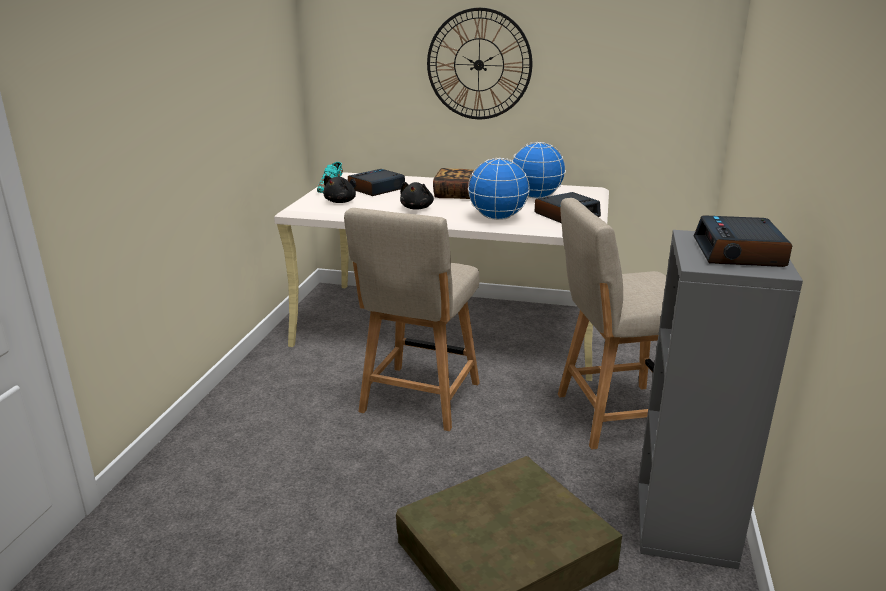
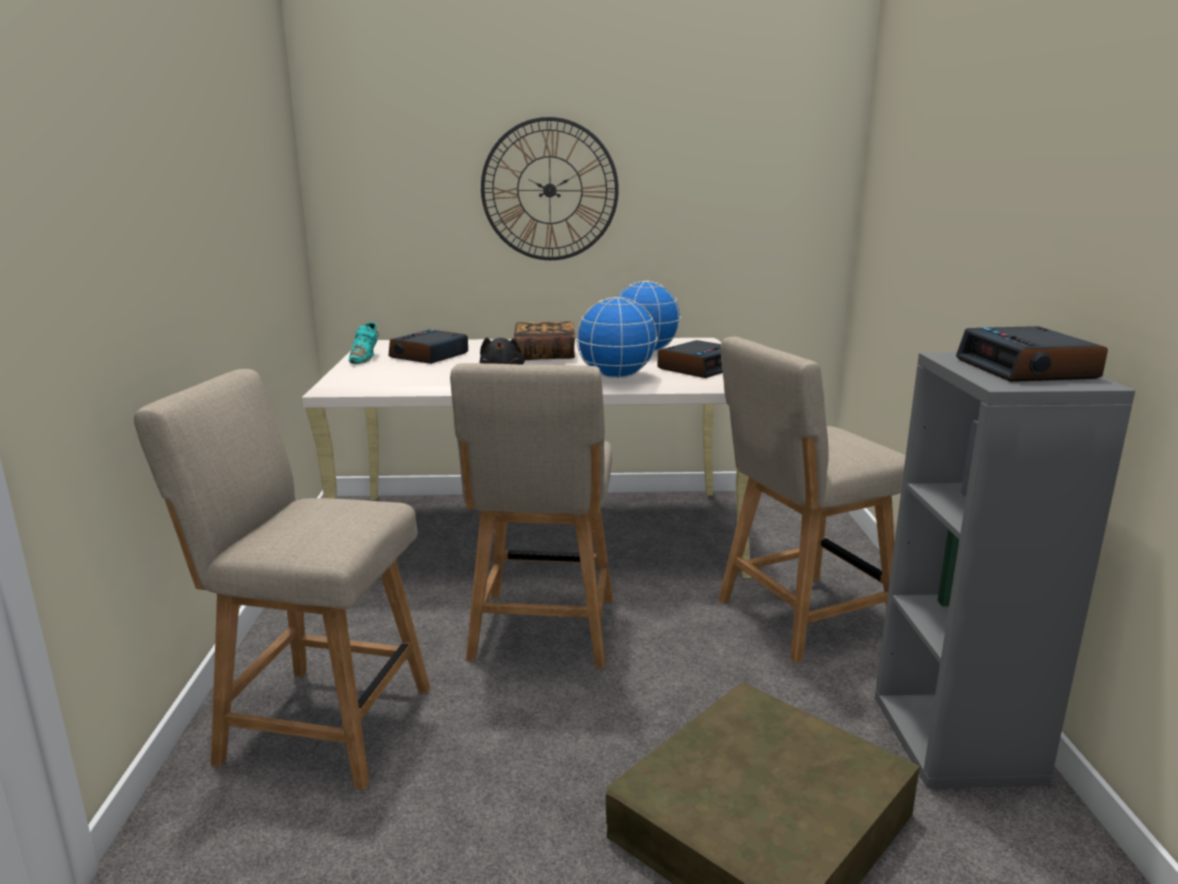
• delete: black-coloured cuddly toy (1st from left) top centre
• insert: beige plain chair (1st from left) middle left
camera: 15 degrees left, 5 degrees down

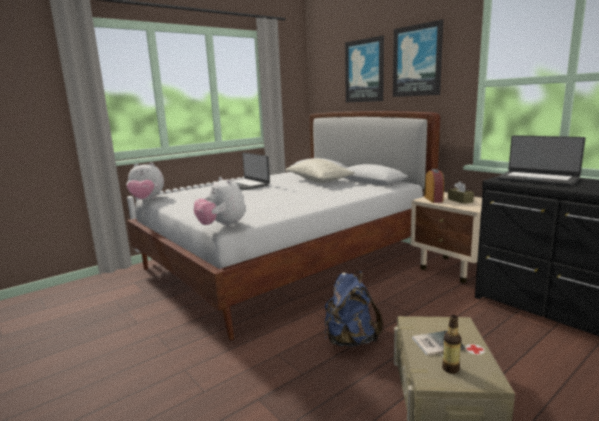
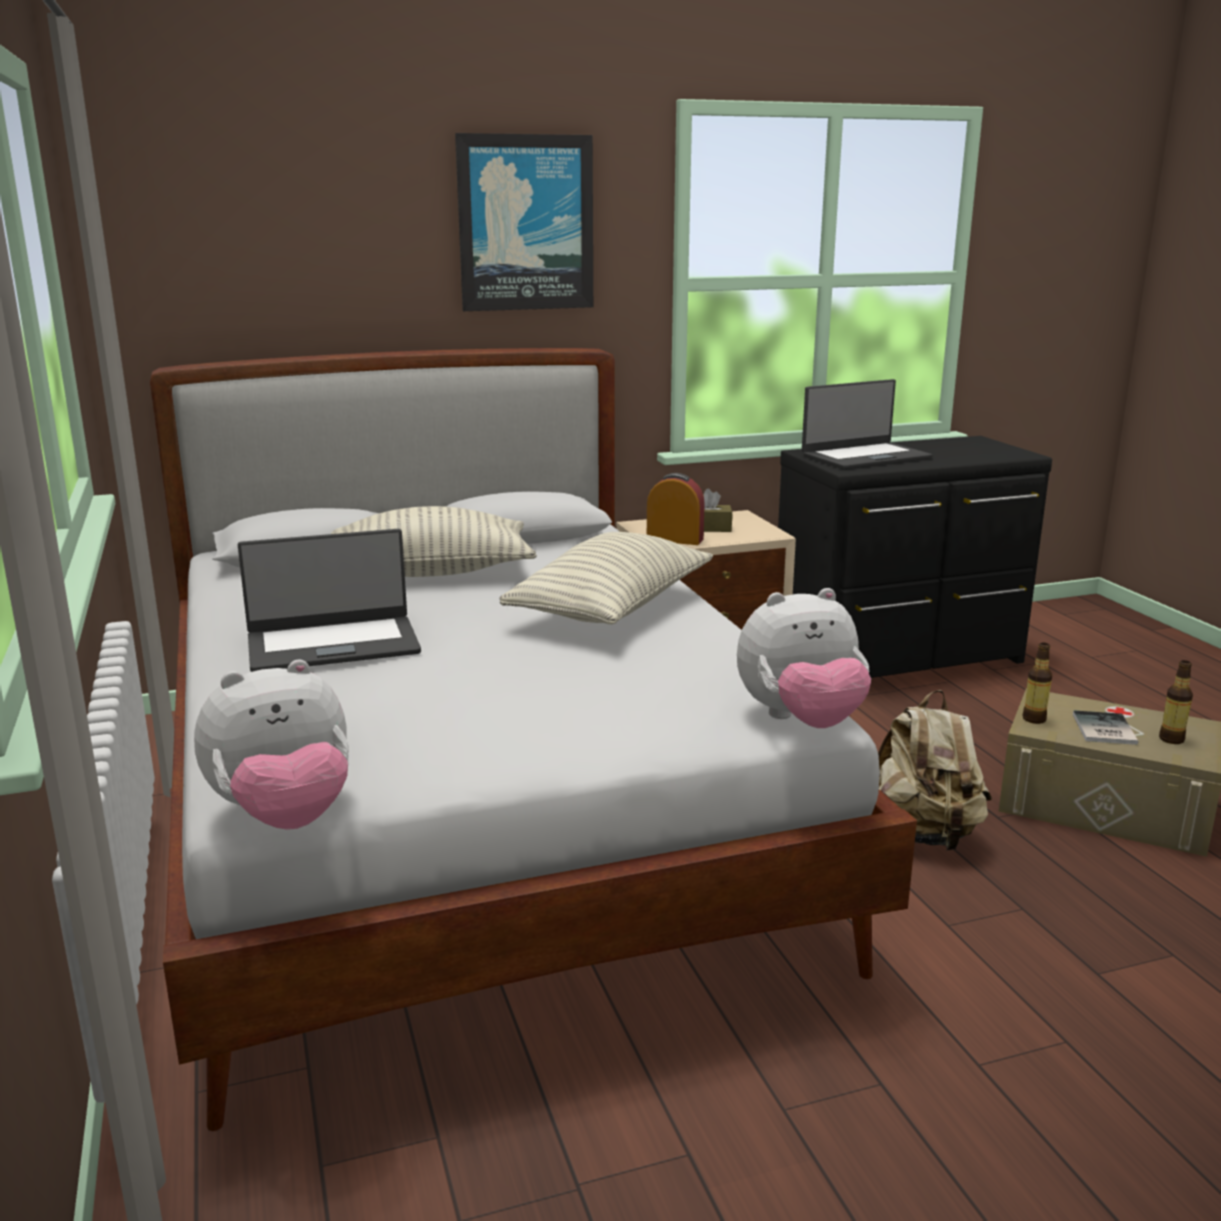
• delete: picture (1st from left) top centre
• insert: cushion (2nd from left) centre
• insert: beverage bottle (1st from left) middle right
• recolor: blue backpack bottom centre to beige backpack middle right
• rotate: cuddly toy (1st from left) middle left = middle left 45 degrees clockwise
camera: 70 degrees left, 5 degrees up

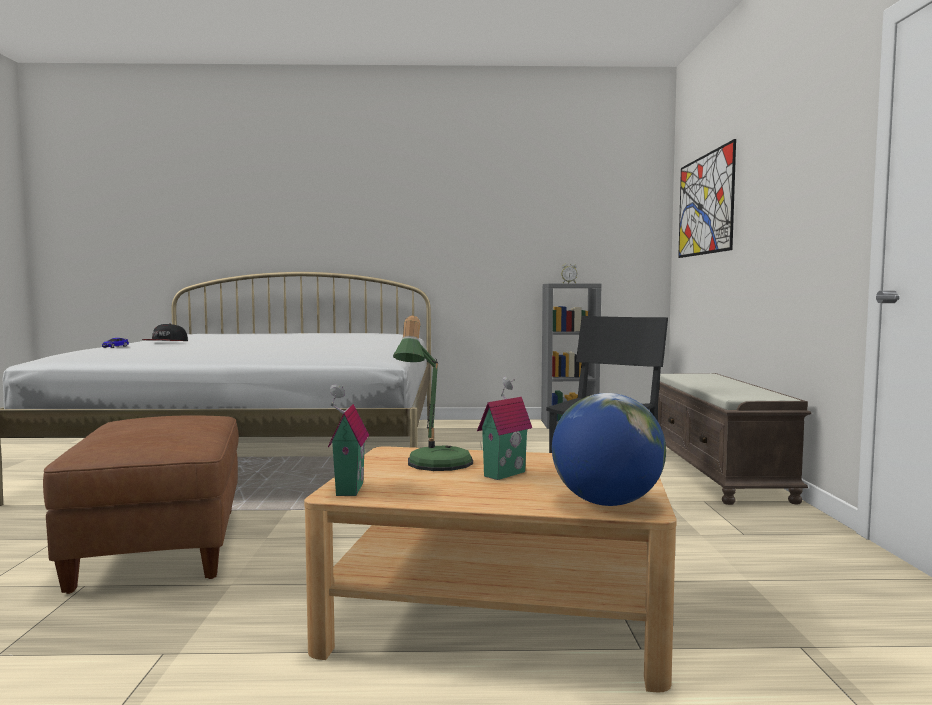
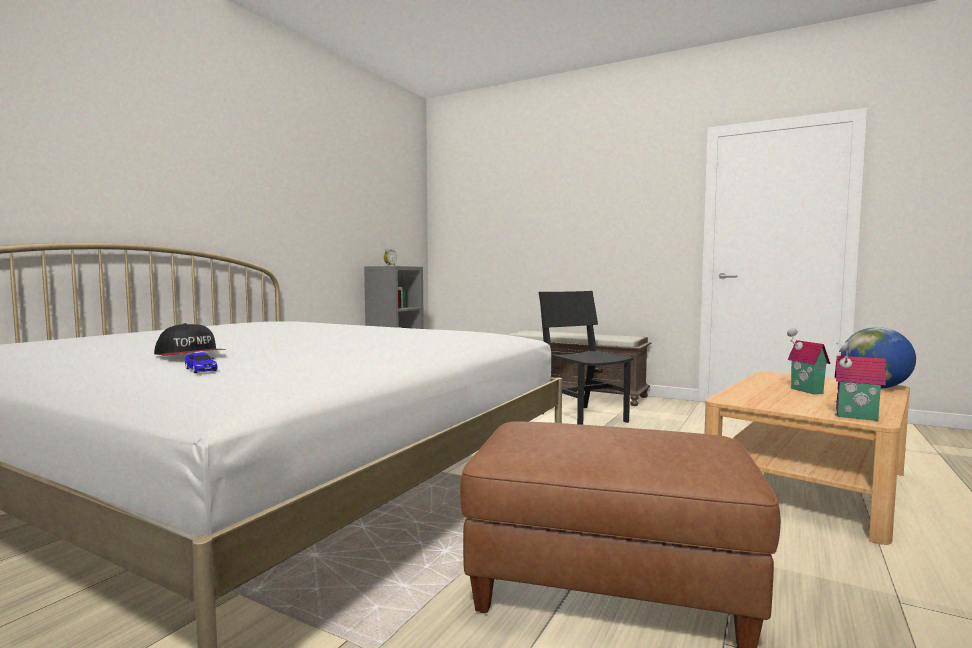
• delete: lamp for a table centre
• delete: picture top right
camera: 60 degrees left, 0 degrees up

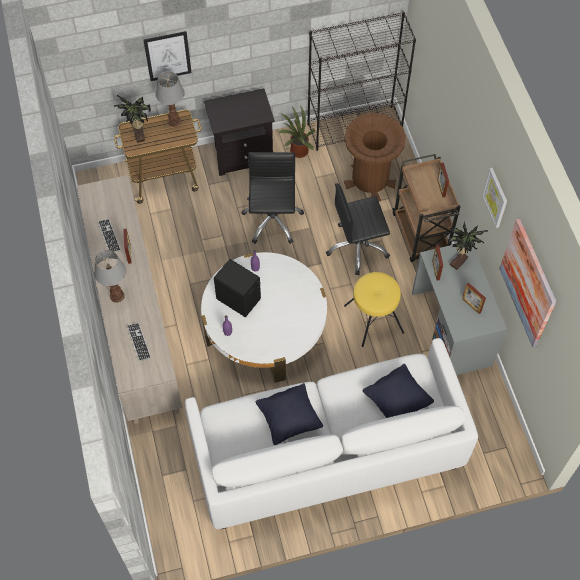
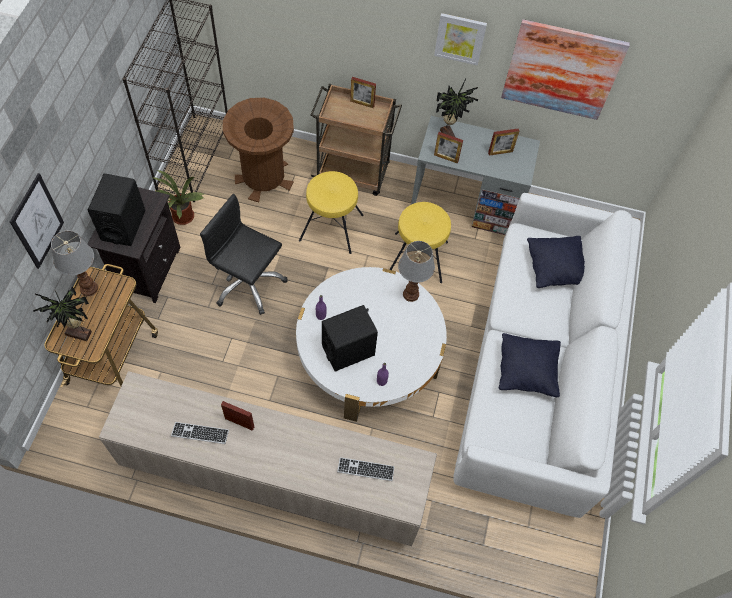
• insert: black-coloured speaker (1st from left) middle left
• move: lamp for a table (1st from left in the first image) middle left to lamp for a table (2nd from left) centre
• replace: black-coloured desk chair (2nd from left) centre to yellow-coloured stool (1st from left) centre
camera: 65 degrees left, 0 degrees up

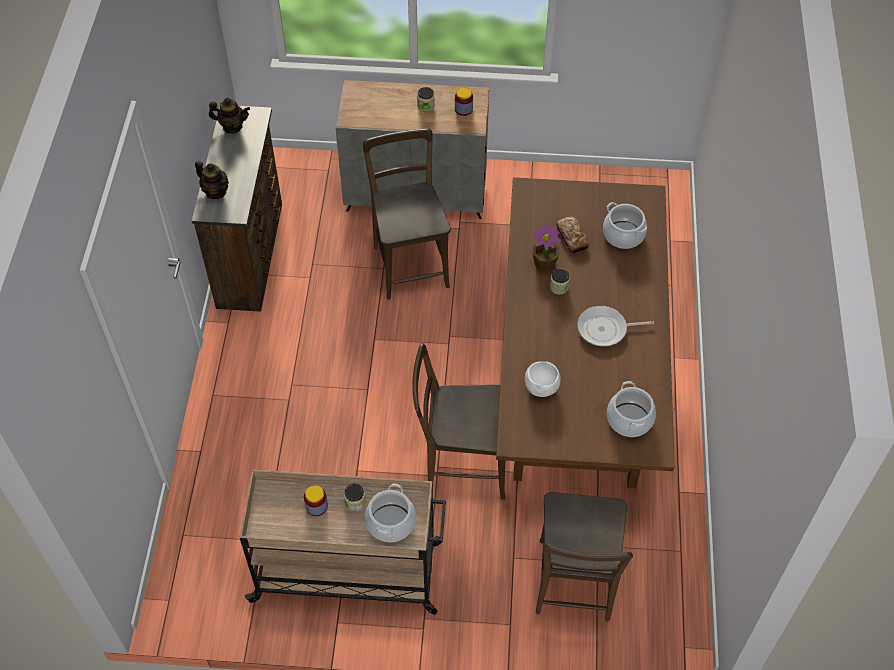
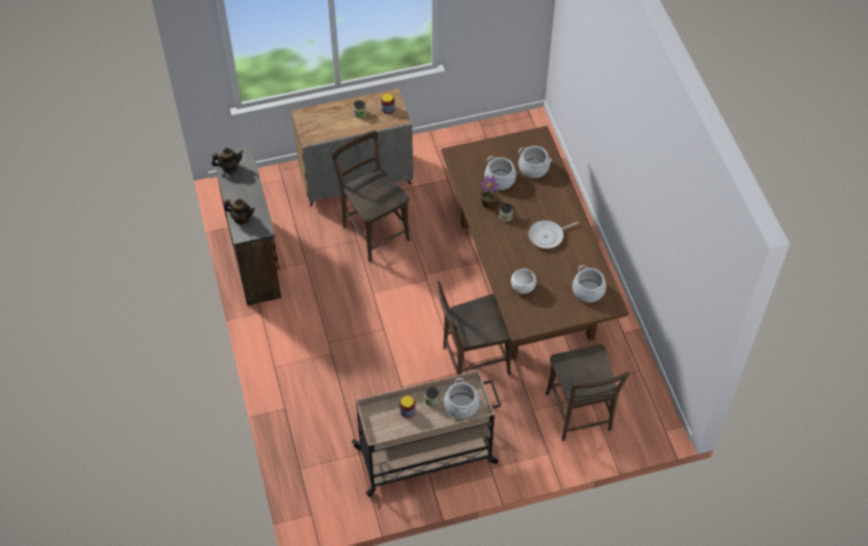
• replace: baked bread centre to saucepot (2nd from left) top centre
camera: 20 degrees left, 0 degrees up

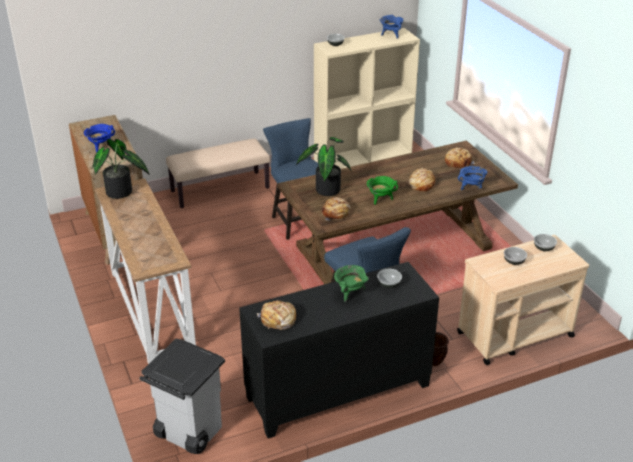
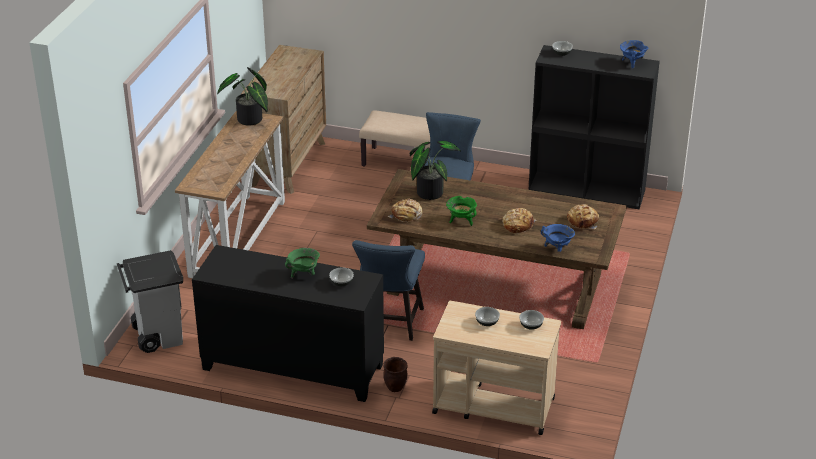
• delete: blue saucepot (1st from left) top left
• delete: baked bread (1st from left) bottom centre
• recolor: beige bookshelf top centre to black-coloured bookshelf top right
camera: 40 degrees right, 0 degrees up

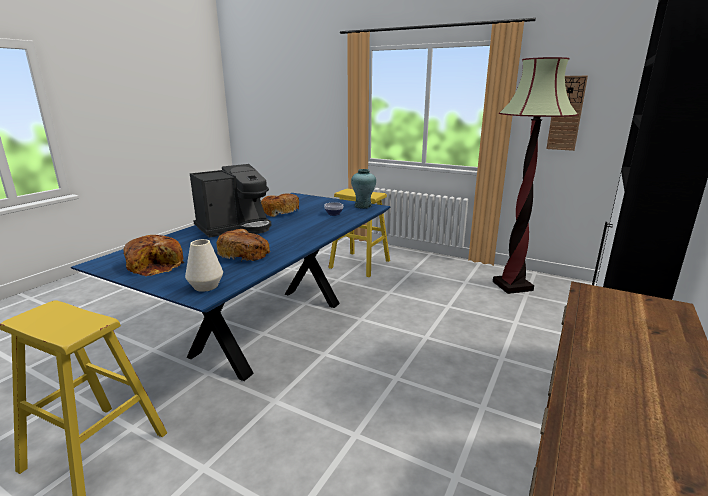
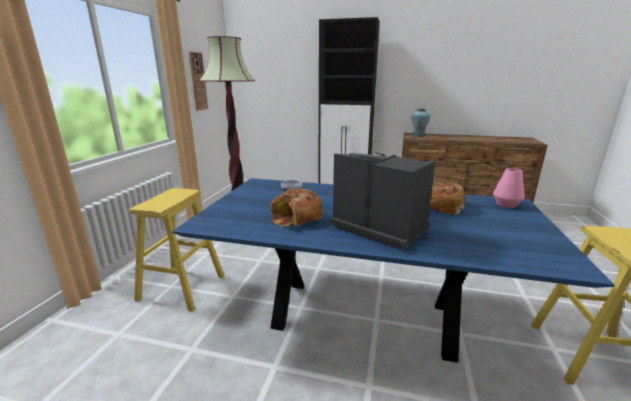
• delete: baked bread (1st from left) middle left
• move: turquoise-coloured decorative vase centre to top right
• recolor: whitish decorative vase middle left to pink-coloured decorative vase middle right
camera: 105 degrees left, 0 degrees up

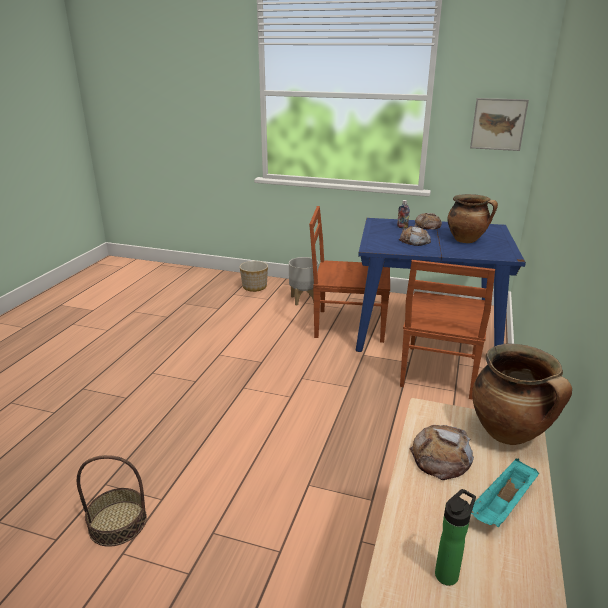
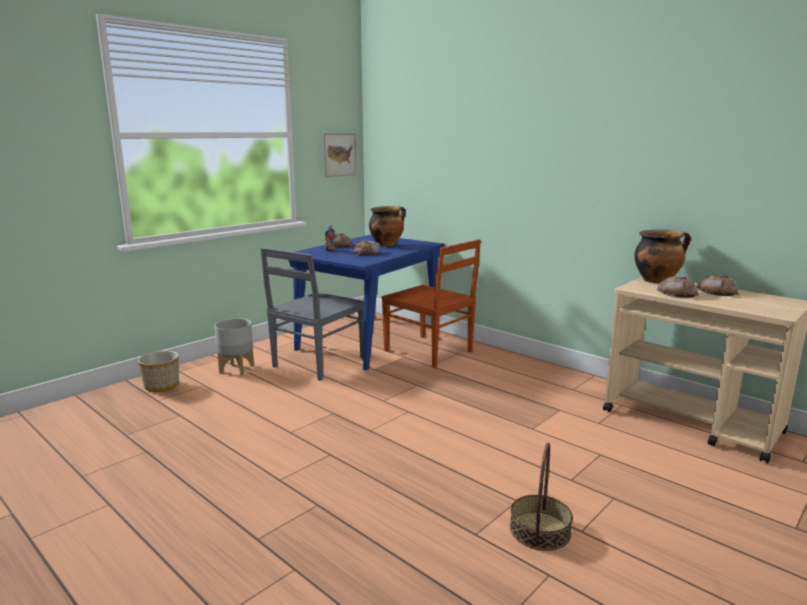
• delete: beverage bottle (2nd from left) bottom right
• replace: turquoise-coloured carrying tray bottom right to baked bread (4th from left) middle right
• recolor: brown plain chair (1st from left) centre to greyish plain chair centre
camera: 65 degrees left, 10 degrees down

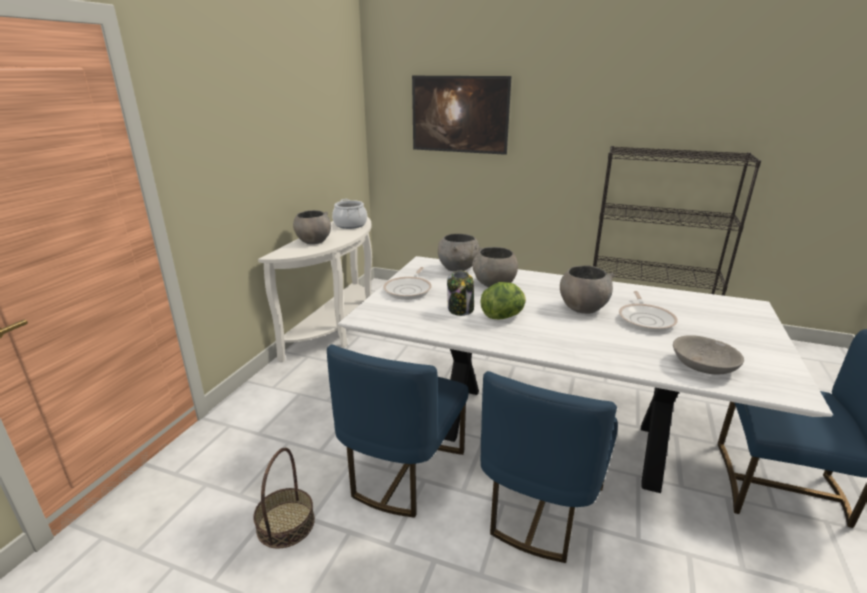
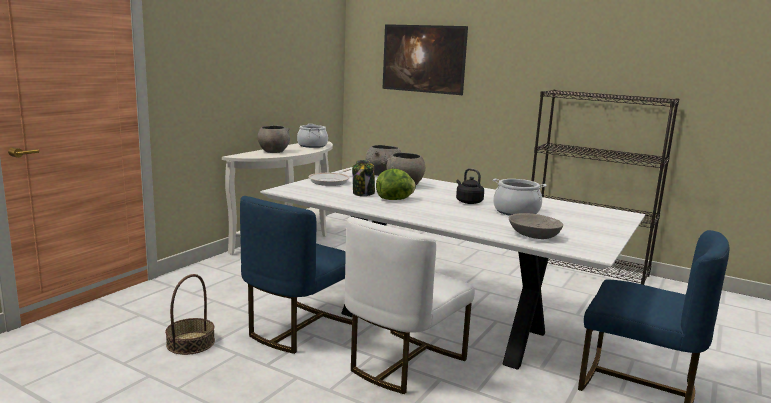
• replace: greyish deep dish (4th from left) middle right to black-coloured tea kettle centre
• replace: frying pan (2nd from left) middle right to saucepot (2nd from left) middle right
• recolor: blue plain chair (2nd from left) bottom centre to whitish plain chair bottom centre
camera: 10 degrees right, 10 degrees down

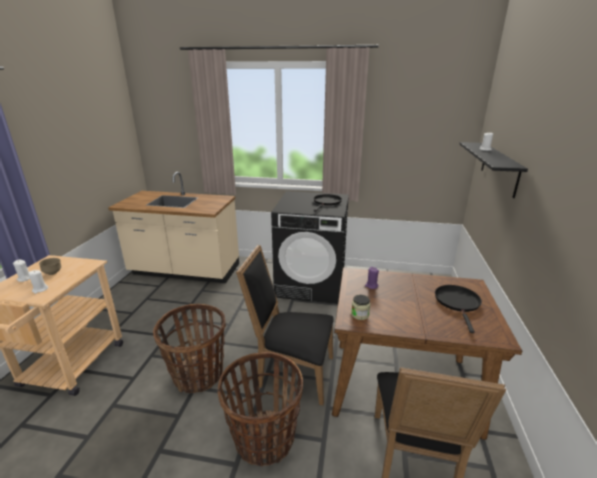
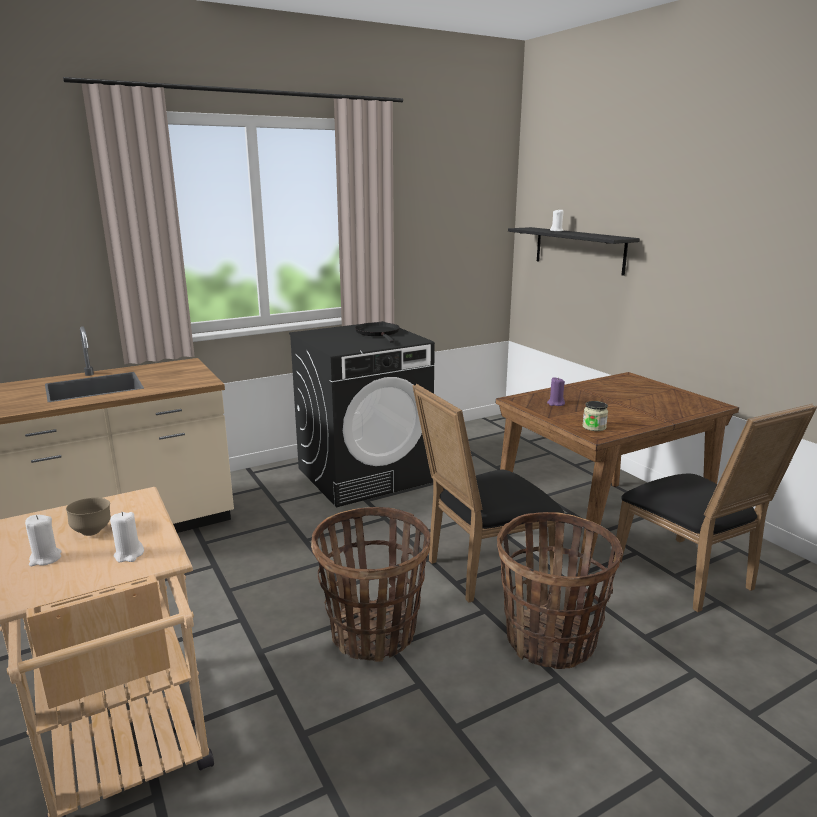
• delete: black-coloured frying pan (2nd from left) middle right
camera: 40 degrees left, 5 degrees down

